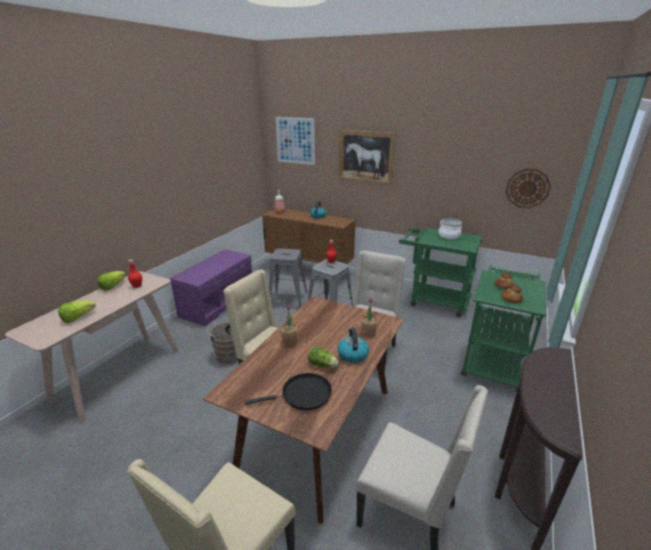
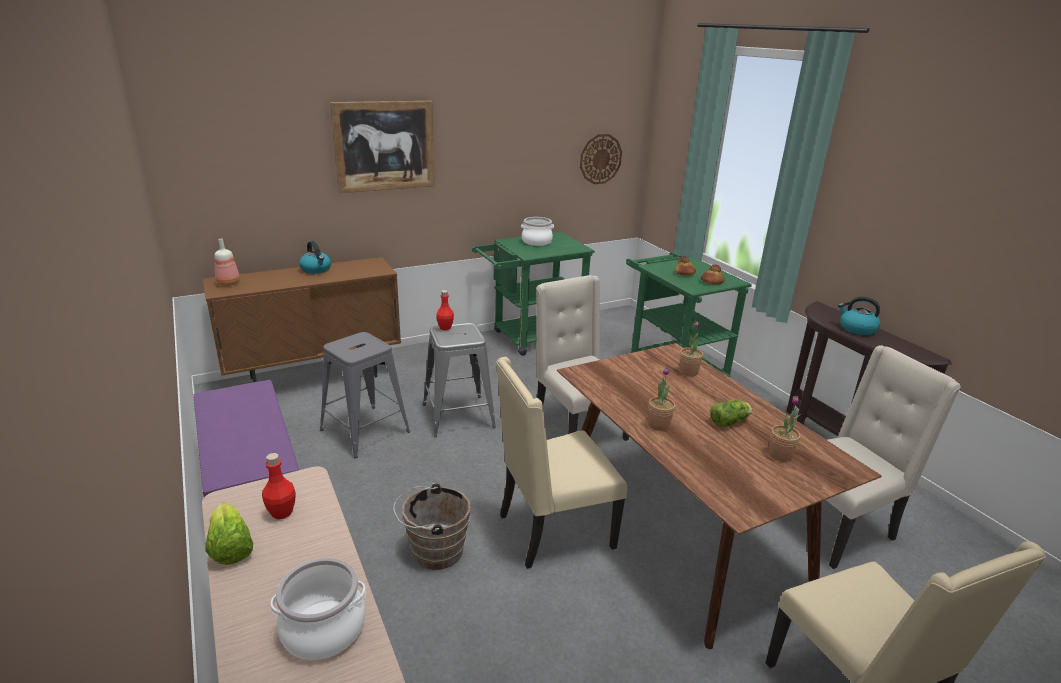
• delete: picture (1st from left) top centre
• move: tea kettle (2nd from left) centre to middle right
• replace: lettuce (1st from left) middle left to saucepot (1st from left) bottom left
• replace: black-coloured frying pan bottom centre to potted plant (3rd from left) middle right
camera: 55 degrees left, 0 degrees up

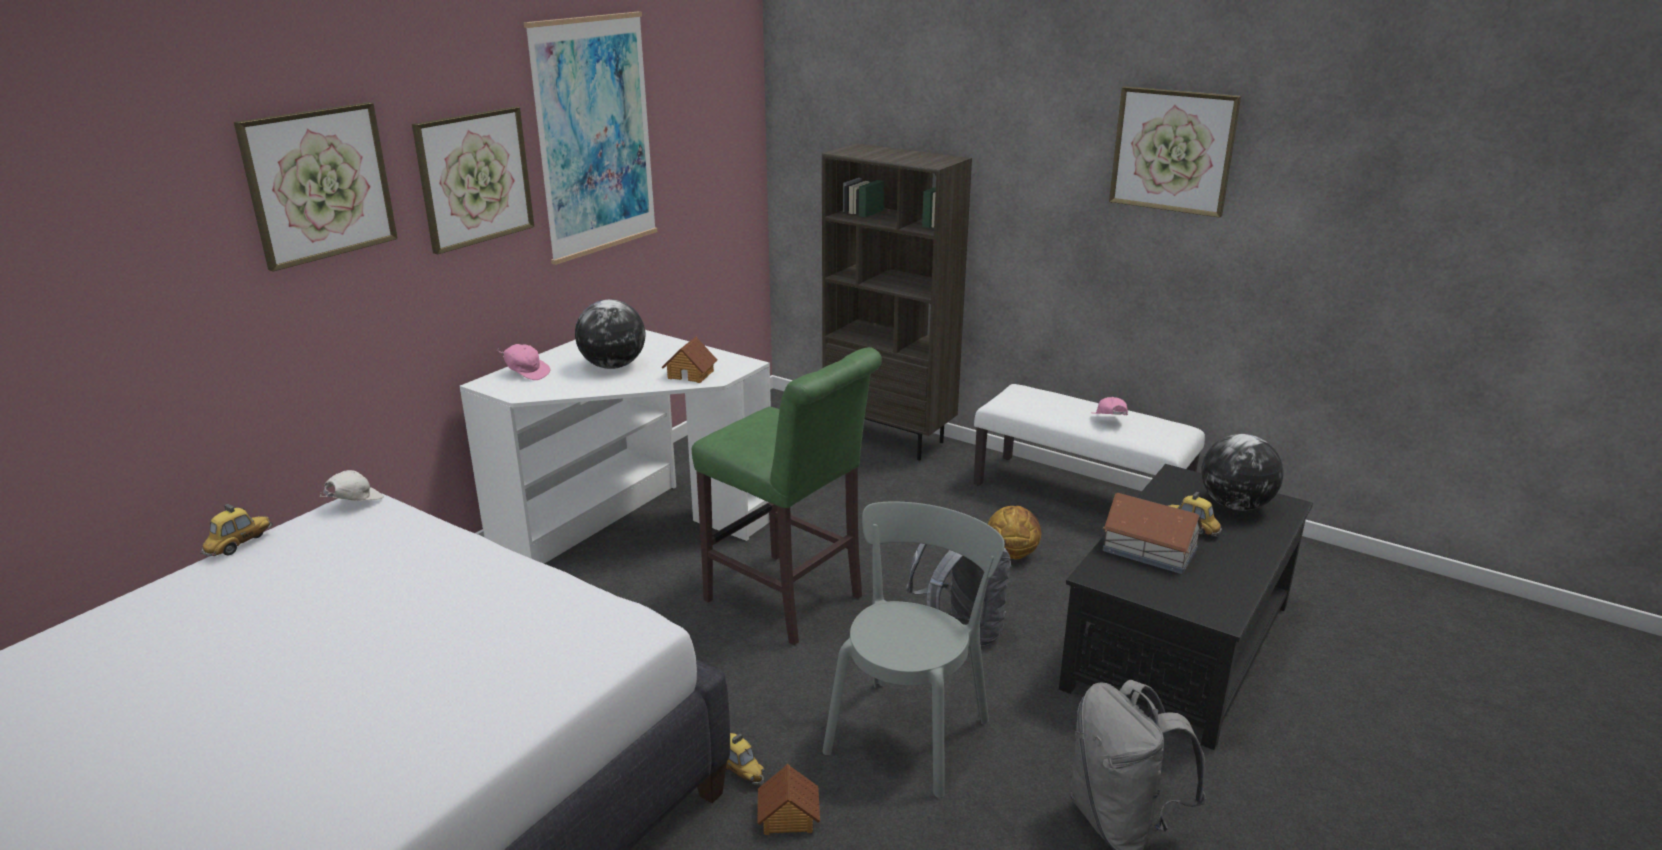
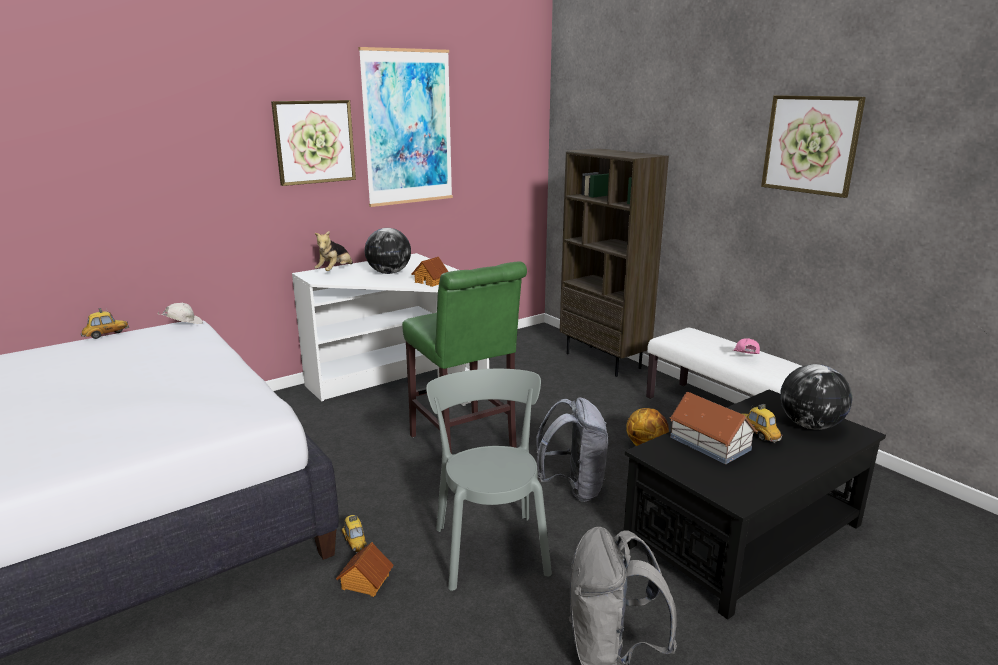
• delete: picture (1st from left) top left
• replace: pink-coloured baseball cap (1st from left) middle left to cuddly toy centre
• rotate: greyish plain chair bottom centre = bottom centre 60 degrees counterclockwise
camera: 20 degrees right, 5 degrees down

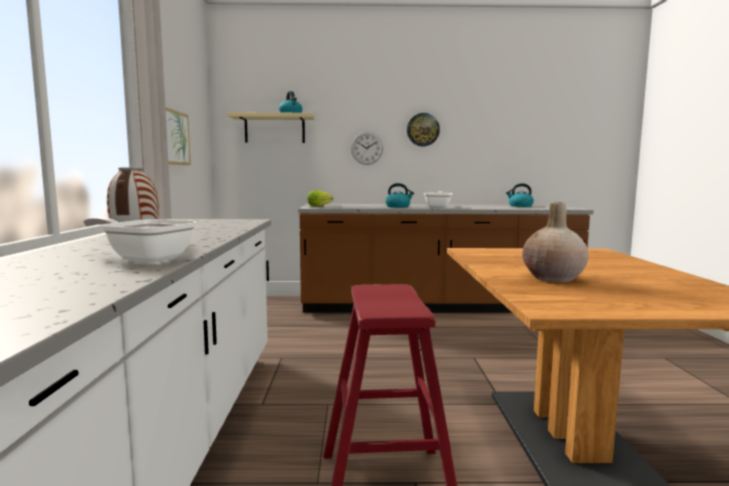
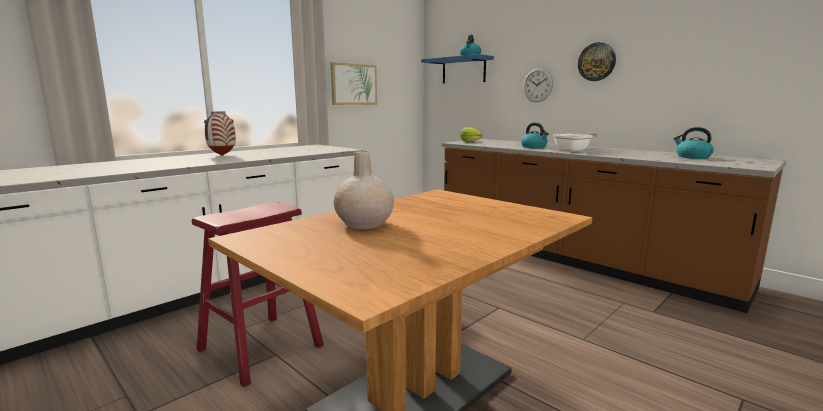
• delete: frying pan (1st from left) middle left
• recolor: beige wall shelf top centre to blue wall shelf top centre
camera: 45 degrees right, 5 degrees up

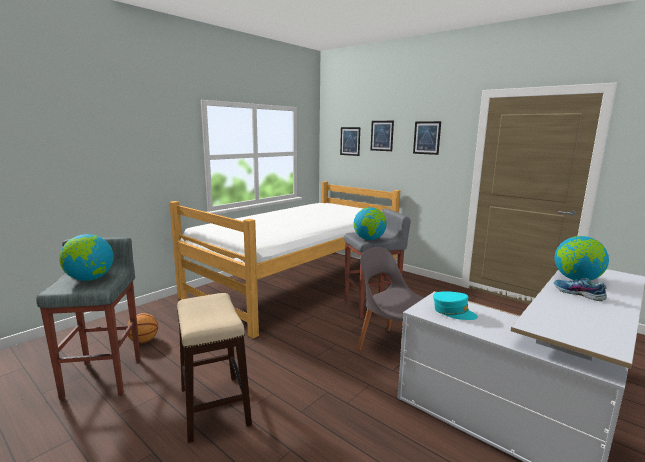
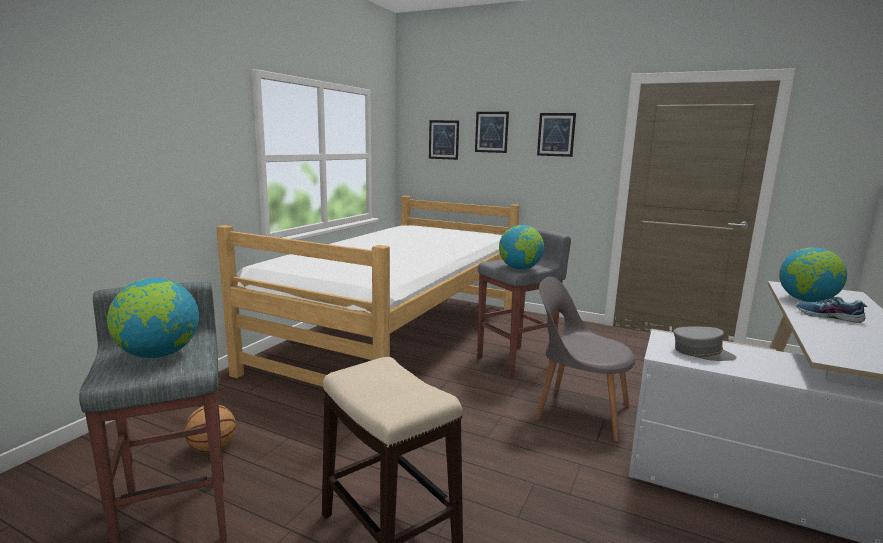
• recolor: turquoise-coloured baseball cap middle right to greyish baseball cap middle right
camera: 15 degrees left, 0 degrees up

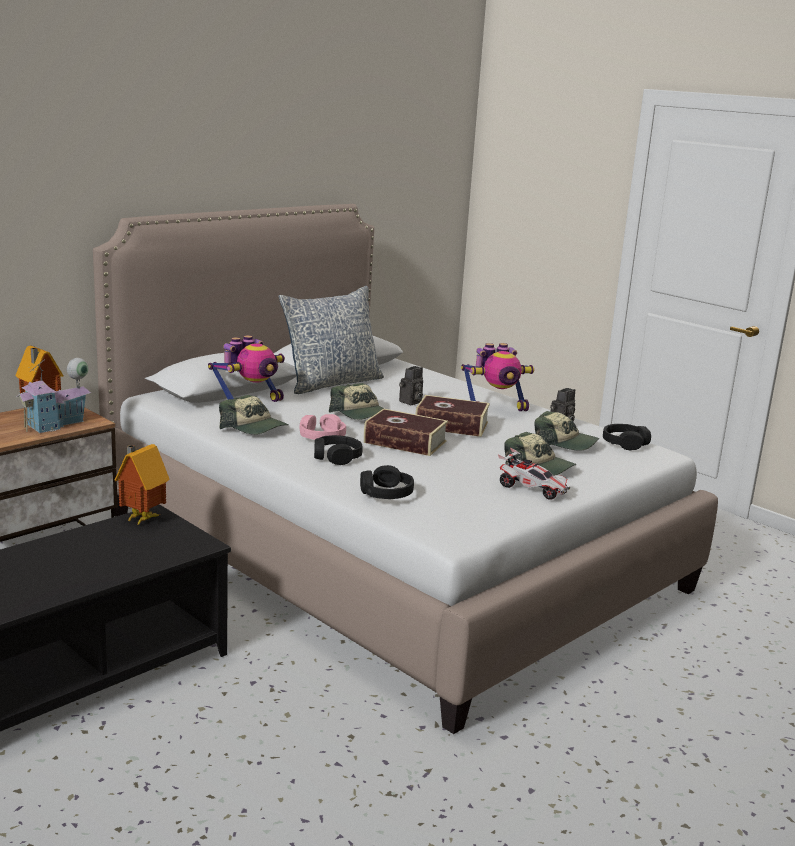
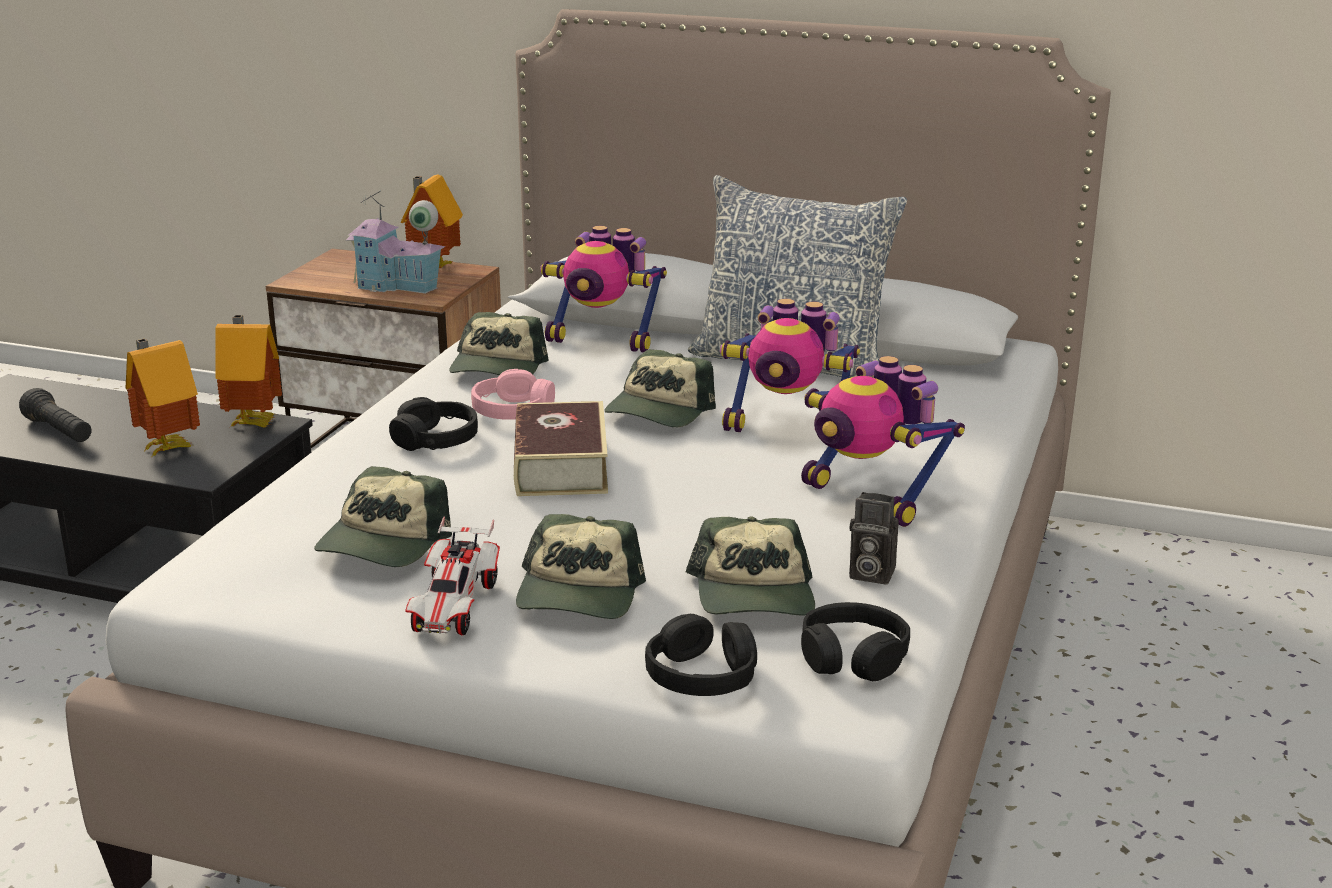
• delete: bound book (2nd from left) centre
• insert: black-coloured hand torch middle left
• insert: model house (1st from left) middle left
• insert: baseball cap (1st from left) middle left
• move: black-coloured pair of headphones (2nd from left) centre to bottom centre
• replace: still camera (1st from left) centre to model robot (2nd from left) centre
camera: 65 degrees right, 5 degrees up

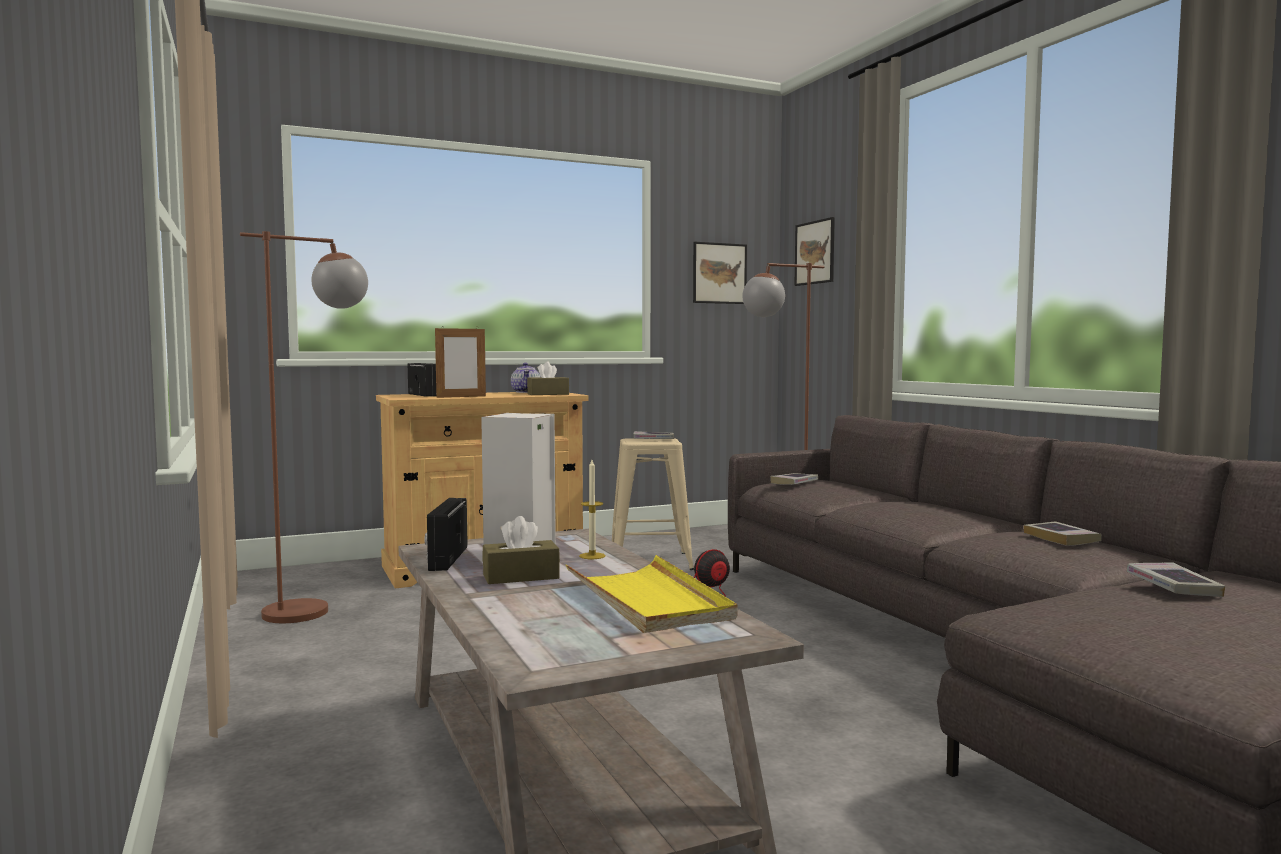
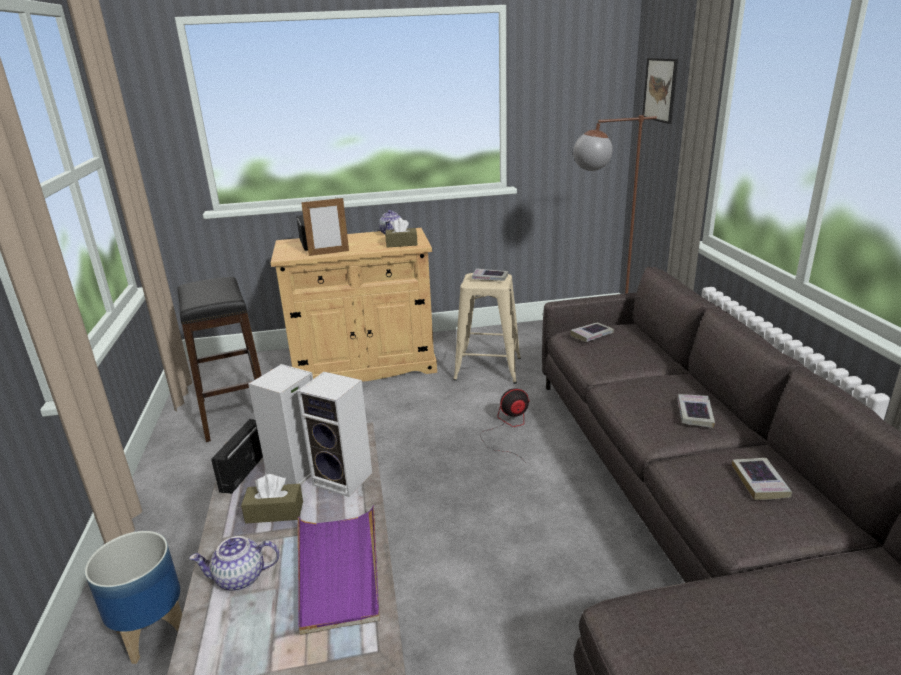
• delete: picture (1st from left) top centre
• insert: flower pot bottom left
• insert: teapot (1st from left) bottom left
• move: bound book (4th from left in the first image) bottom right to bound book (3rd from left) middle right
• replace: brown standing lamp (1st from left) middle left to black-coloured stool middle left
• replace: candle centre to speaker (2nd from left) centre
• recolor: yellow-coloured carrying tray bottom centre to purple carrying tray bottom centre
camera: 15 degrees right, 20 degrees up

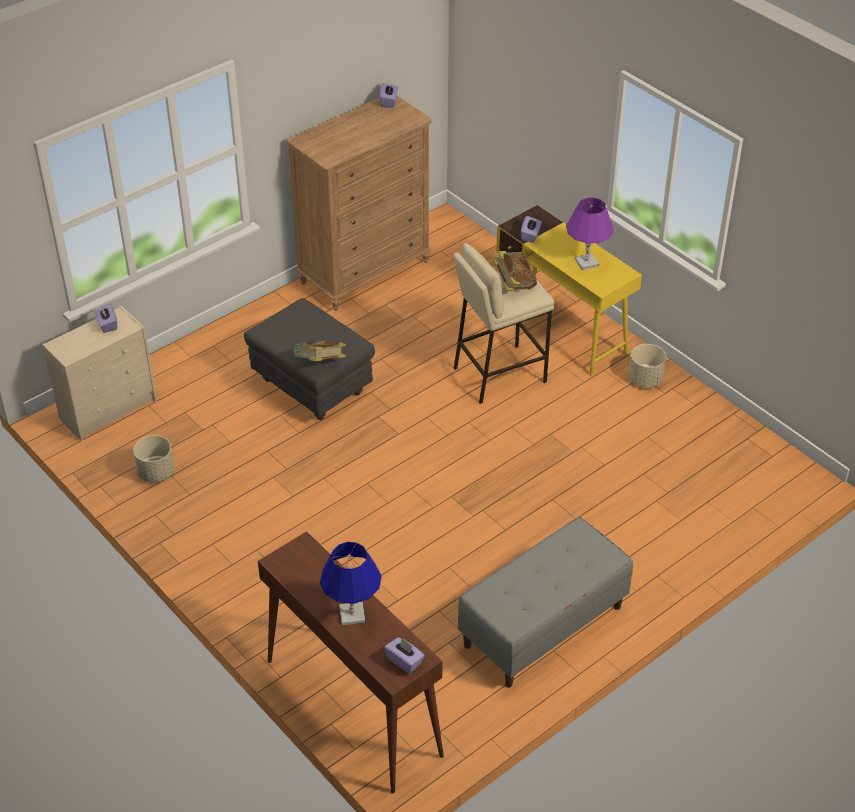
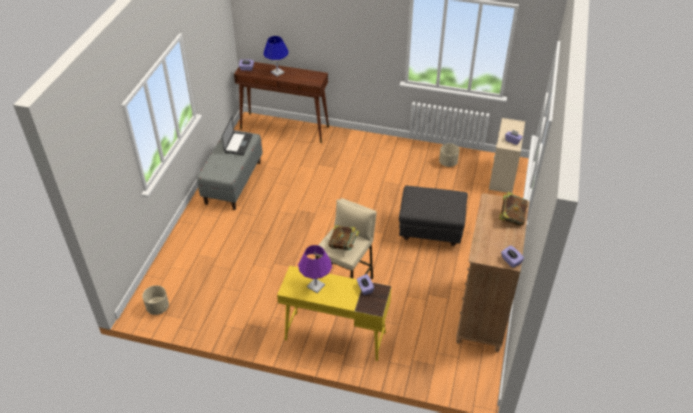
• insert: portable computer top centre
• move: bound book (1st from left in the first image) centre to bound book (2nd from left) middle right
• move: beige flower pot (2nd from left in the first image) middle right to beige flower pot (1st from left) bottom left
camera: 145 degrees right, 0 degrees up

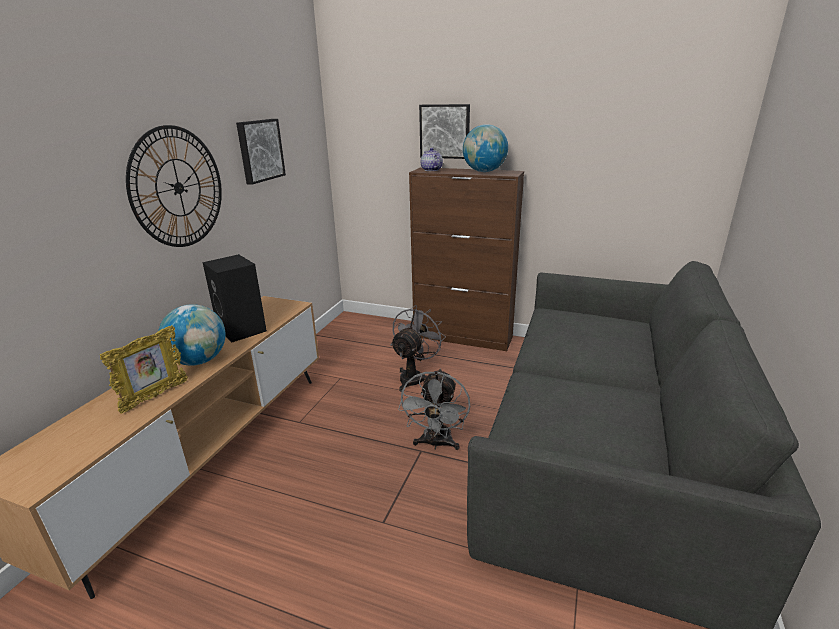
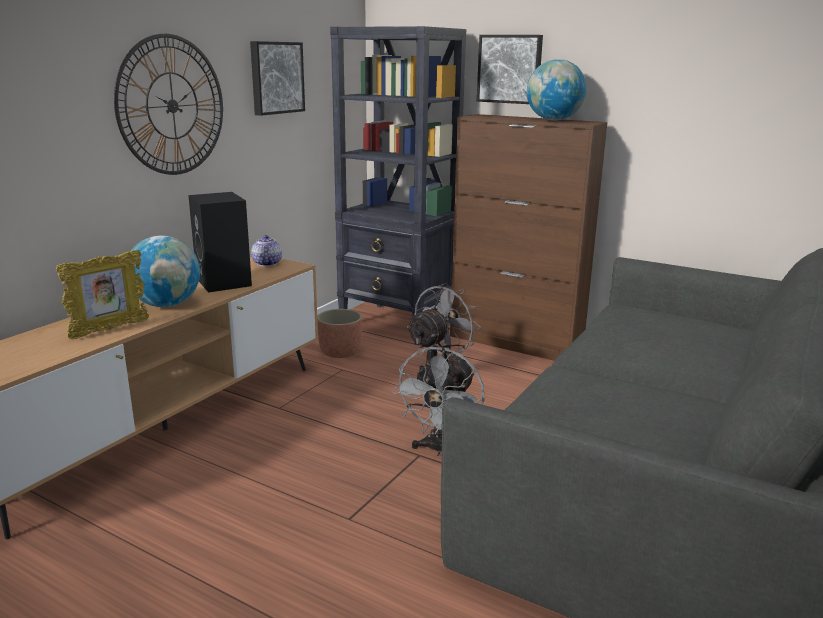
• insert: flower pot centre
• insert: black-coloured bookshelf top centre
• move: teapot top centre to middle left
camera: 10 degrees right, 5 degrees down

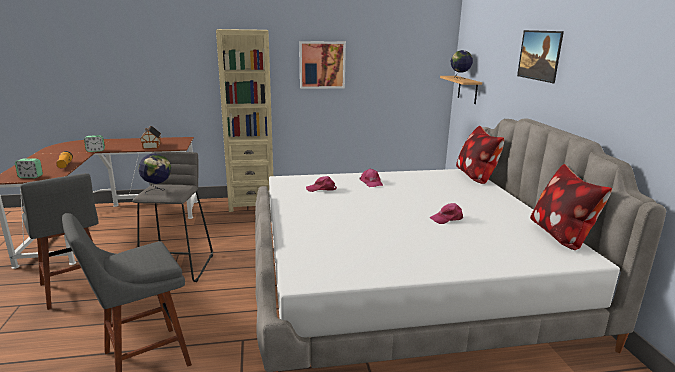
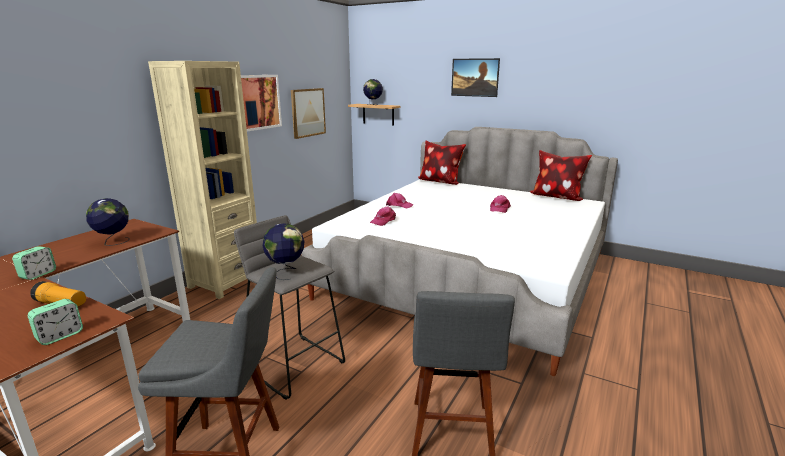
• insert: picture (2nd from left) top centre
• replace: model house middle left to world globe (1st from left) middle left
camera: 50 degrees left, 0 degrees up

